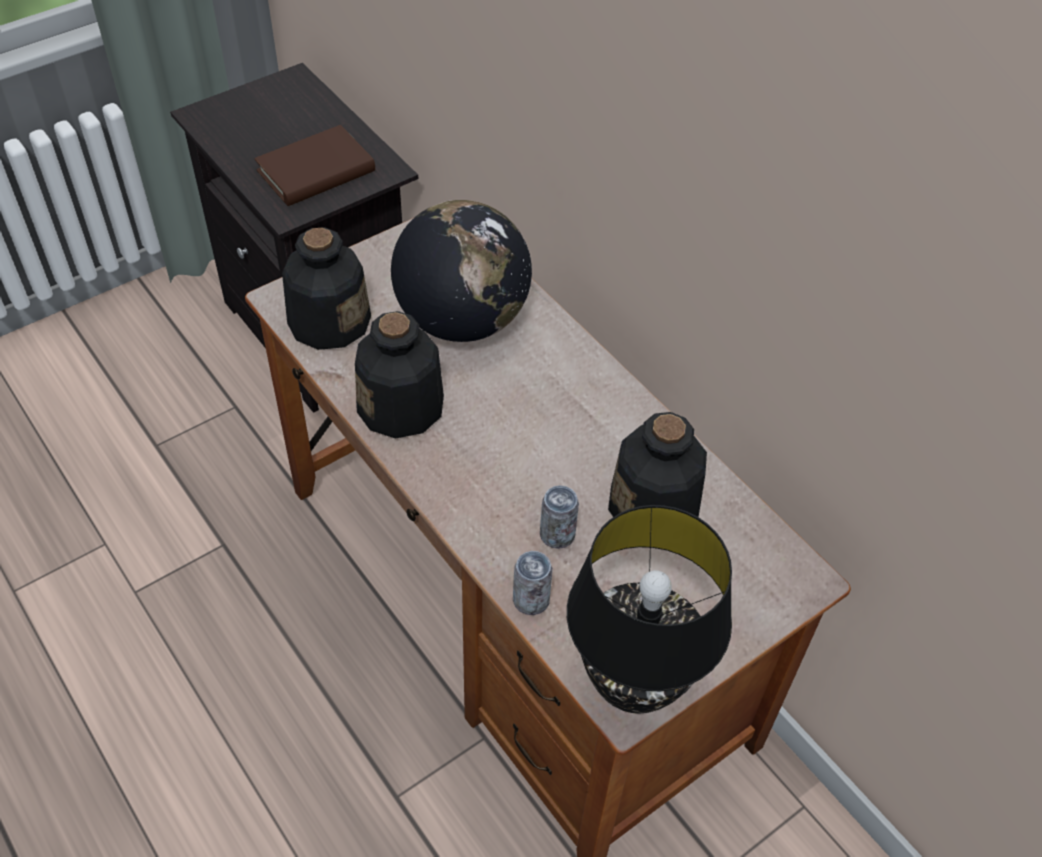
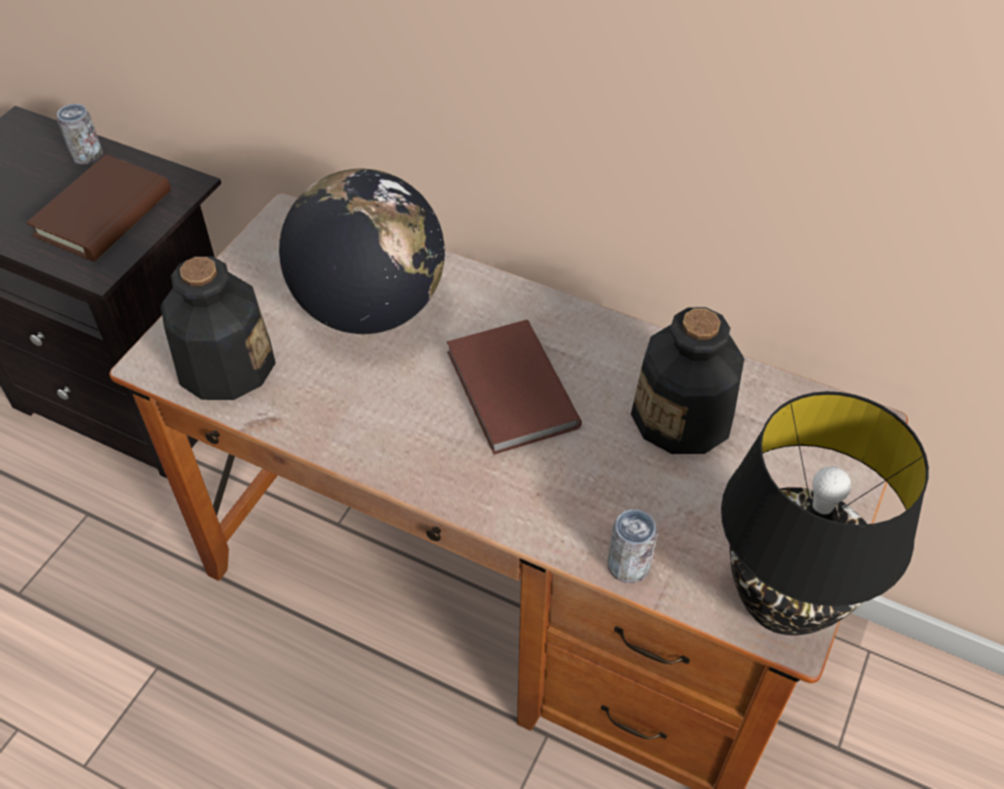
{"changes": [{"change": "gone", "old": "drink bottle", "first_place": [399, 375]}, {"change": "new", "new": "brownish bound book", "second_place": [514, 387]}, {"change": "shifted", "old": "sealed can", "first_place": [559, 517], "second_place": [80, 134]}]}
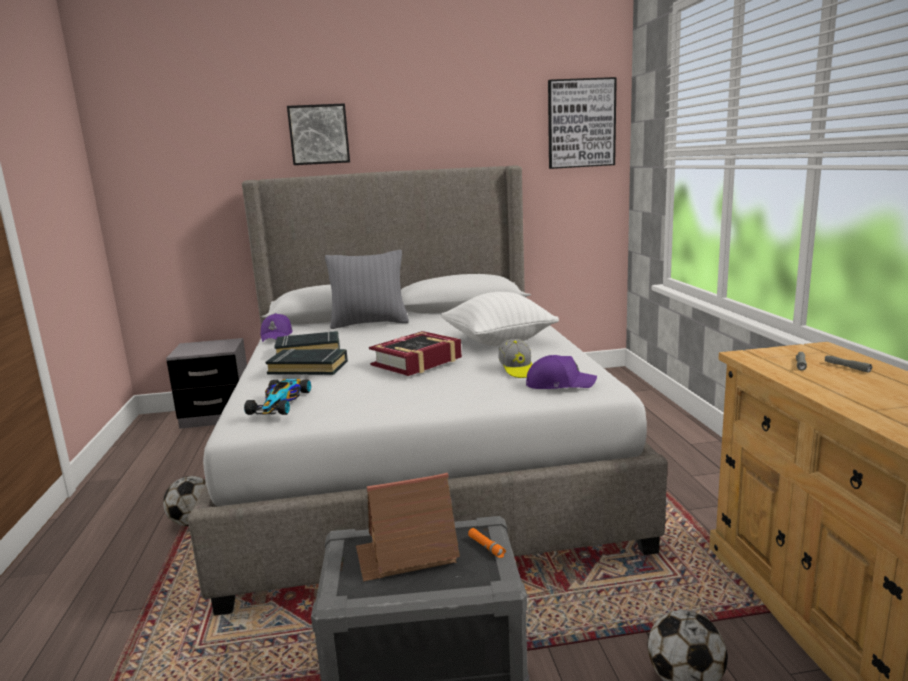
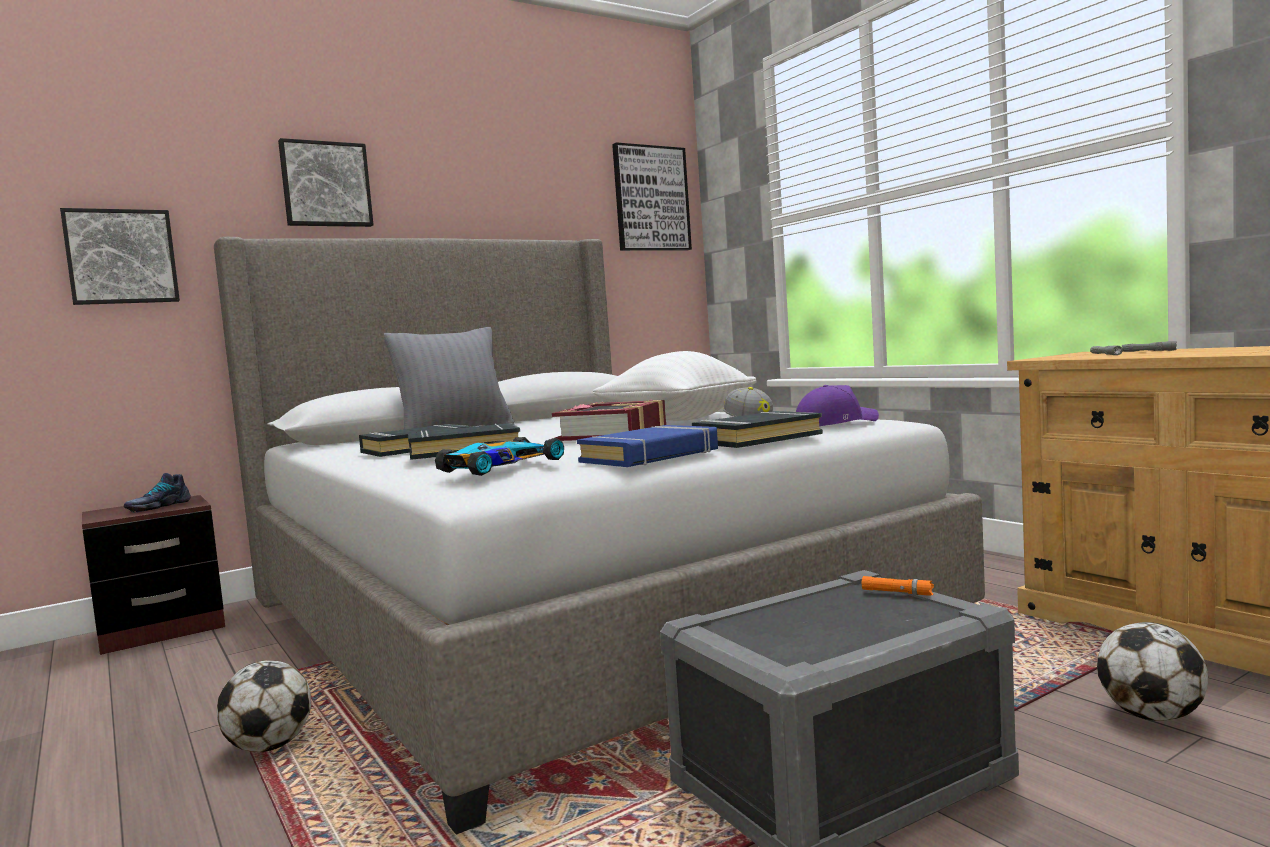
{"changes": [{"change": "gone", "old": "purplish baseball cap", "first_place": [276, 327]}, {"change": "gone", "old": "toy house", "first_place": [408, 527]}, {"change": "new", "new": "picture", "second_place": [120, 256]}, {"change": "new", "new": "item of footwear", "second_place": [157, 493]}, {"change": "new", "new": "blue bound book", "second_place": [647, 446]}, {"change": "new", "new": "black bound book", "second_place": [757, 429]}, {"change": "repainted", "old": "greyish nightstand", "new": "brownish nightstand", "first_place": [206, 383], "second_place": [153, 575]}, {"change": "rotated", "old": "miniature car", "first_place": [277, 397], "second_place": [499, 456], "degrees": -120}]}
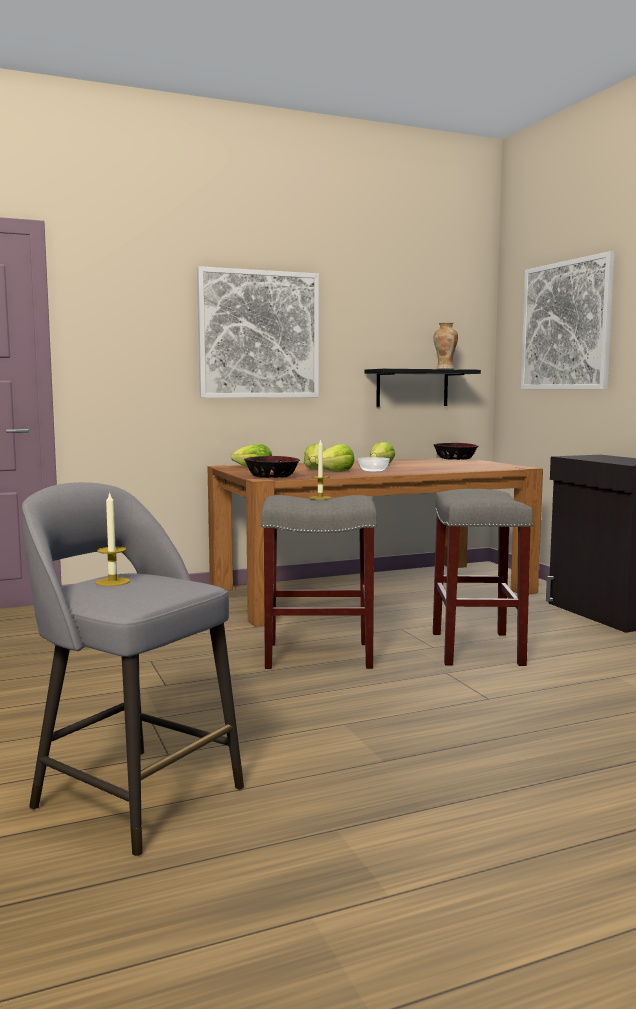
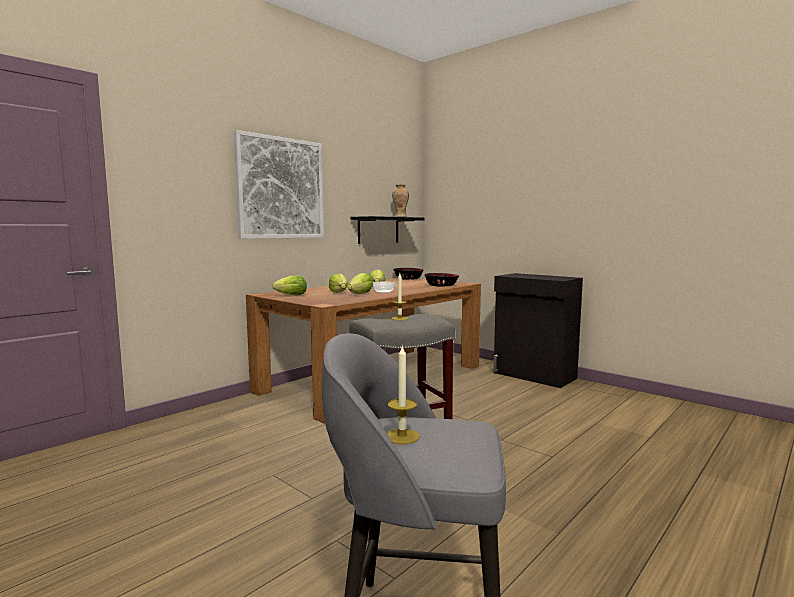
{"changes": [{"change": "gone", "old": "greyish stool", "first_place": [483, 577]}, {"change": "gone", "old": "picture", "first_place": [568, 320]}, {"change": "shifted", "old": "bowl", "first_place": [272, 467], "second_place": [441, 280]}]}
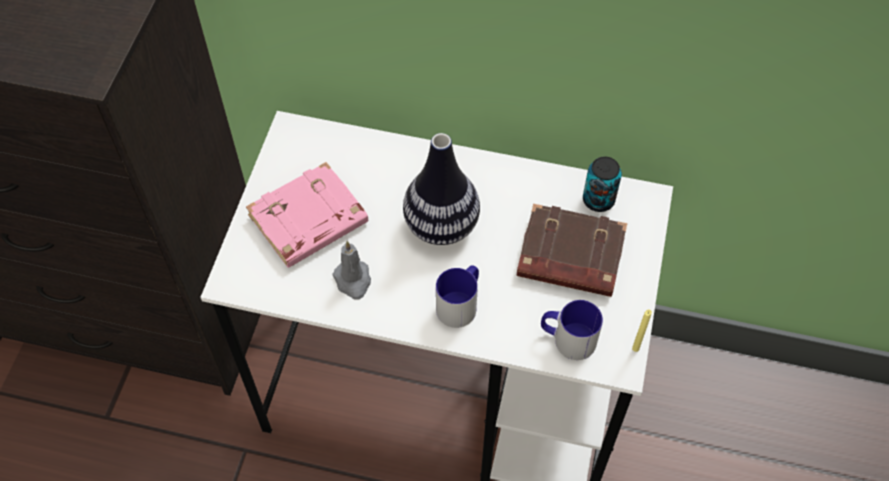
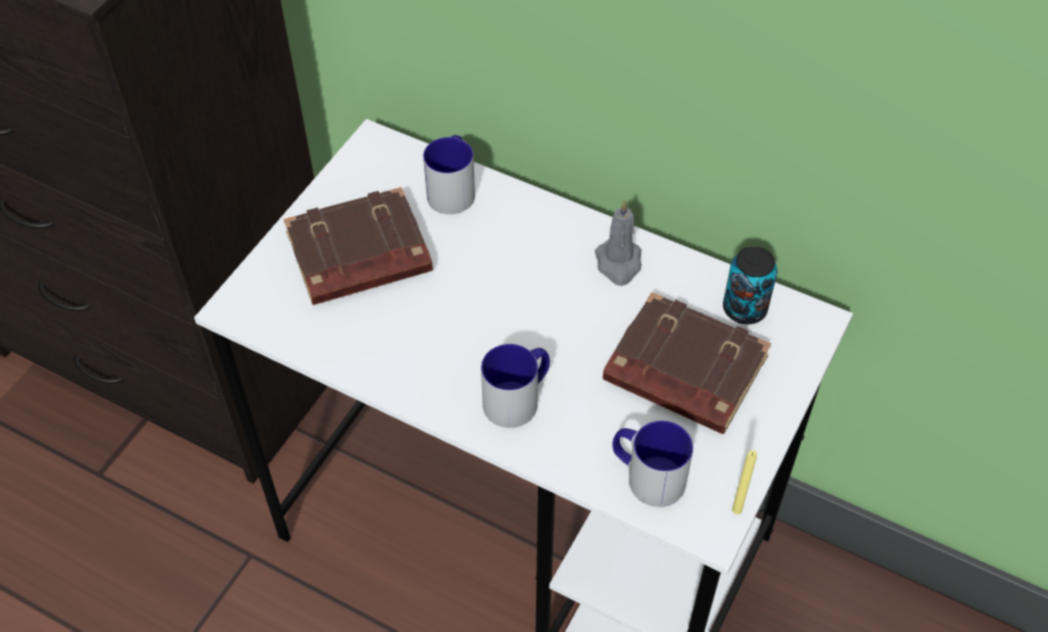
{"changes": [{"change": "gone", "old": "decorative vase", "first_place": [441, 189]}, {"change": "new", "new": "mug", "second_place": [449, 174]}, {"change": "shifted", "old": "greyish wax candle", "first_place": [351, 270], "second_place": [618, 243]}, {"change": "repainted", "old": "pink-coloured bound book", "new": "brownish bound book", "first_place": [307, 215], "second_place": [358, 246]}]}
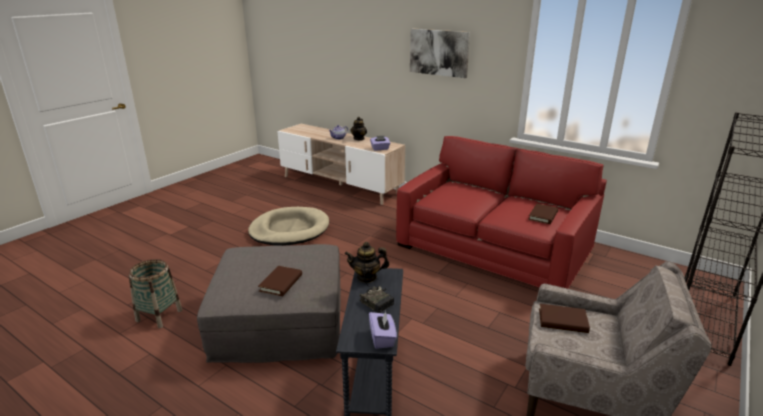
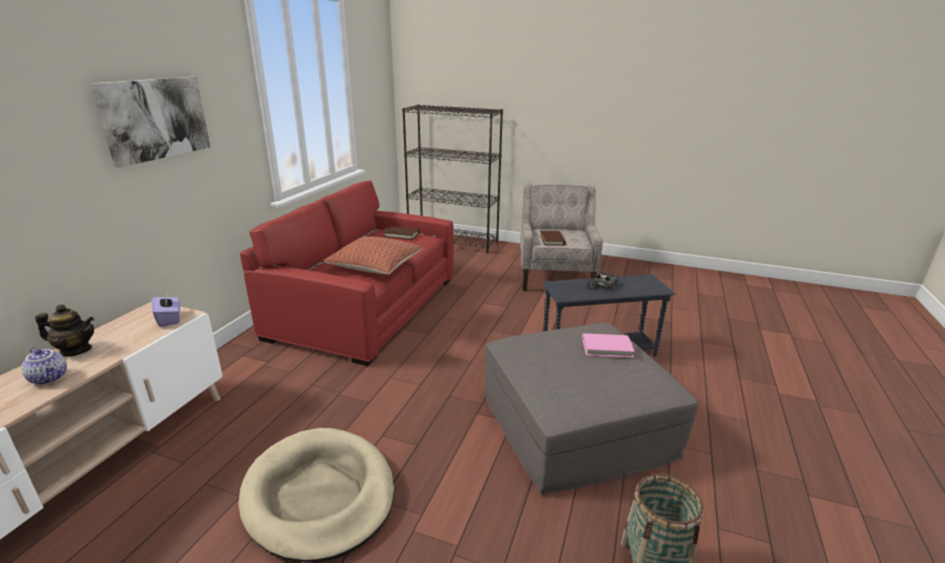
{"changes": [{"change": "gone", "old": "pot for tea", "first_place": [367, 262]}, {"change": "gone", "old": "purplish tissue holder", "first_place": [383, 330]}, {"change": "new", "new": "pillow", "second_place": [373, 255]}, {"change": "repainted", "old": "brownish bound book", "new": "pink-coloured bound book", "first_place": [280, 281], "second_place": [608, 345]}]}
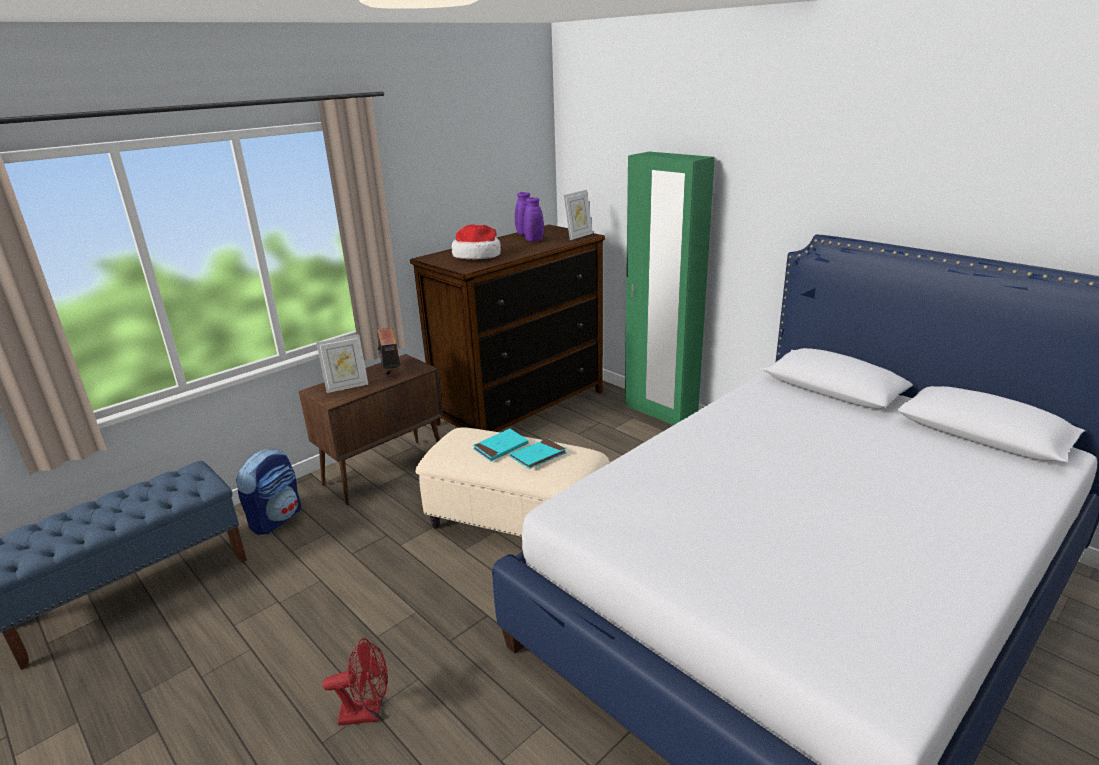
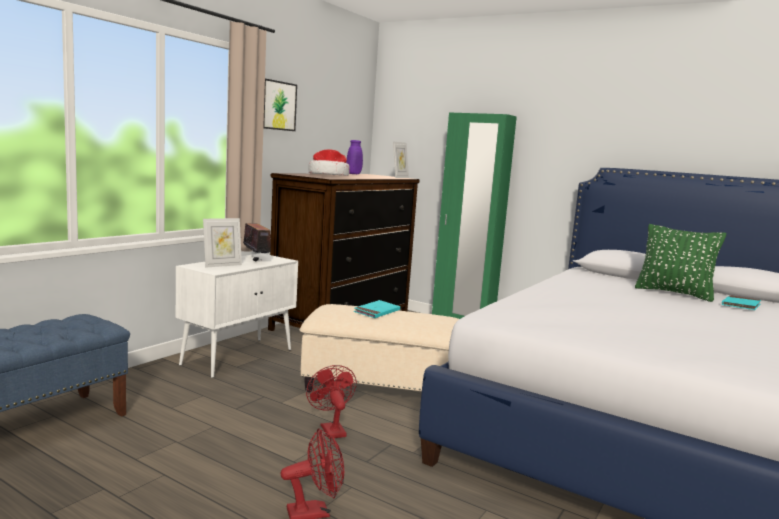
{"changes": [{"change": "gone", "old": "knapsack", "first_place": [268, 492]}, {"change": "gone", "old": "purplish decorative vase", "first_place": [533, 219]}, {"change": "new", "new": "picture", "second_place": [280, 105]}, {"change": "new", "new": "red-coloured cooling fan", "second_place": [331, 402]}, {"change": "new", "new": "greenish pillow", "second_place": [680, 263]}, {"change": "shifted", "old": "turquoise-coloured bound book", "first_place": [538, 453], "second_place": [741, 302]}, {"change": "repainted", "old": "brownish storage cabinet", "new": "white storage cabinet", "first_place": [371, 429], "second_place": [237, 315]}]}
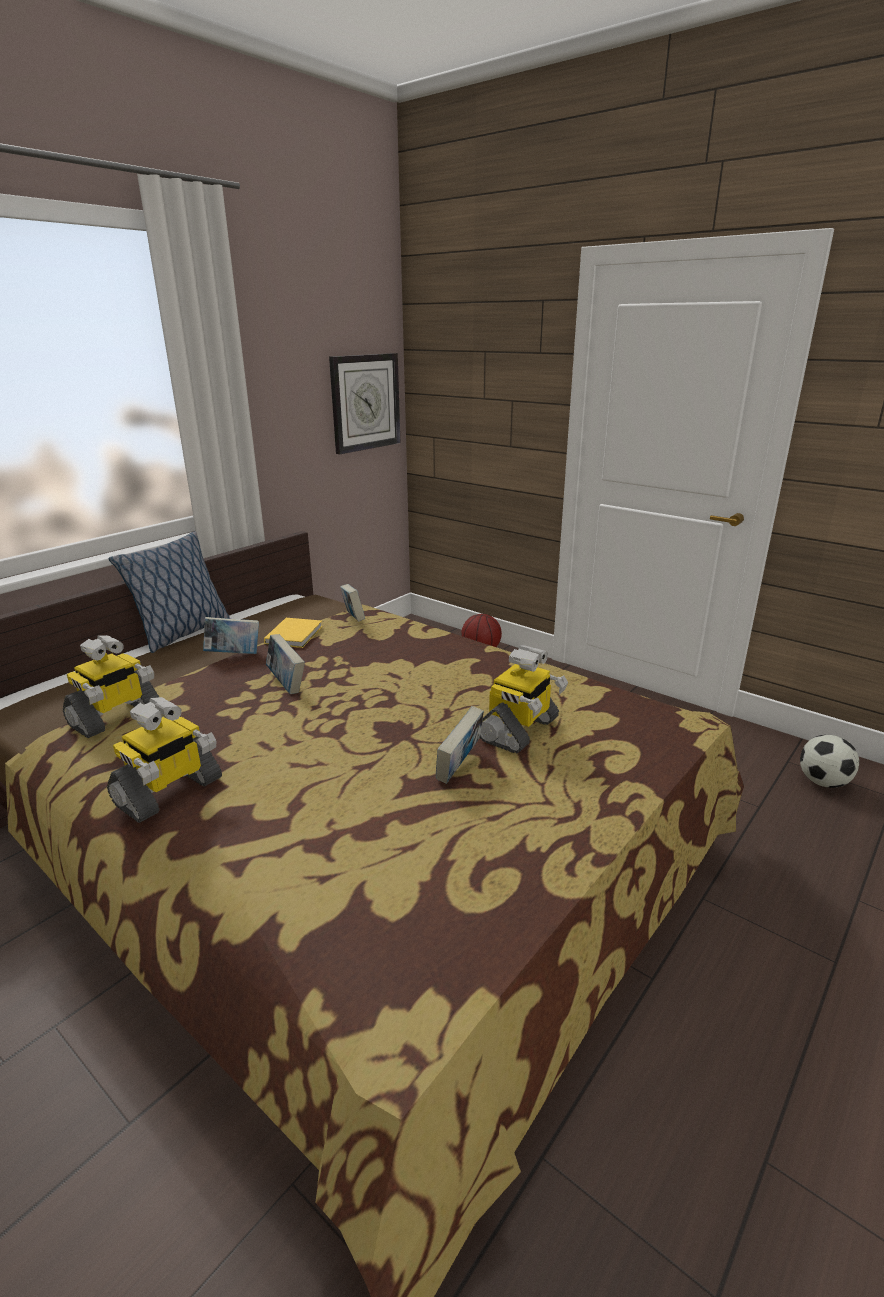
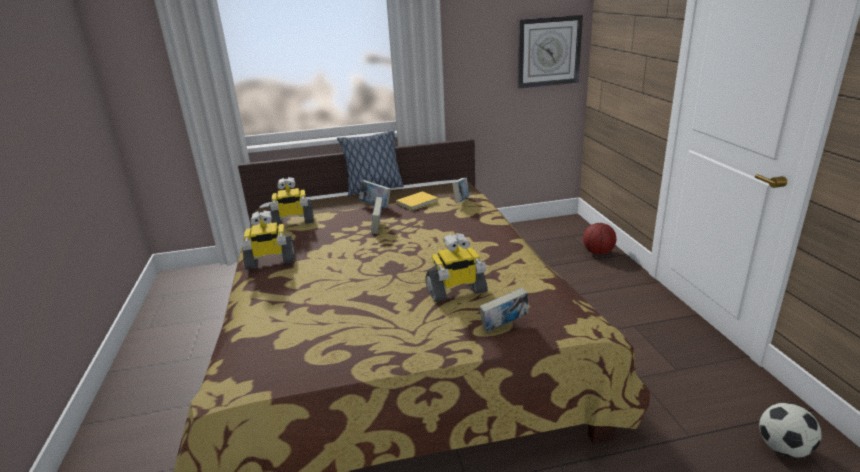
{"changes": [{"change": "shifted", "old": "bound book", "first_place": [460, 745], "second_place": [504, 309]}]}
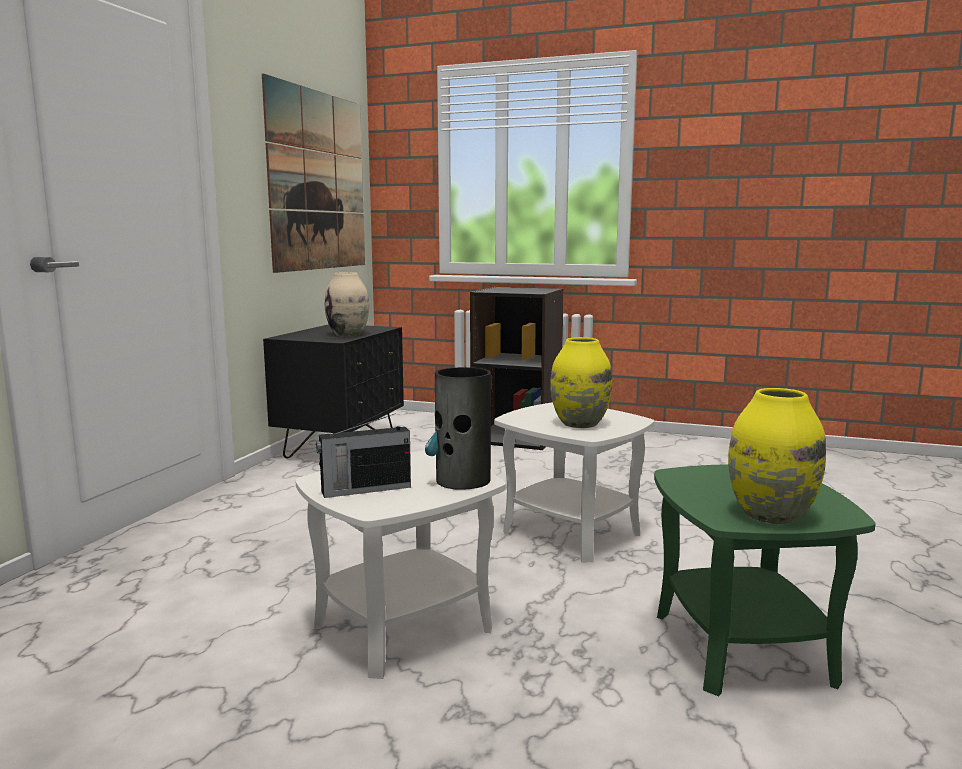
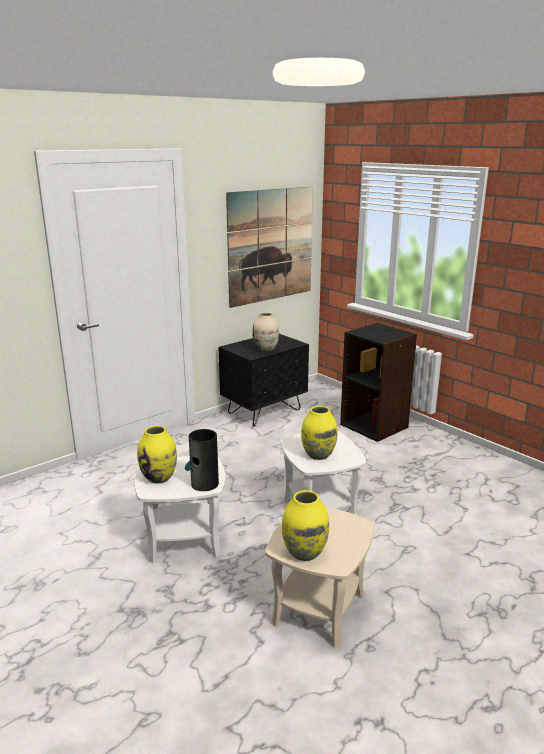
{"changes": [{"change": "swapped", "old": "radio receiver", "new": "yellowish decorative vase", "first_place": [363, 455], "second_place": [157, 455]}, {"change": "repainted", "old": "greenish end table", "new": "sand-coloured end table", "first_place": [764, 580], "second_place": [320, 577]}]}
